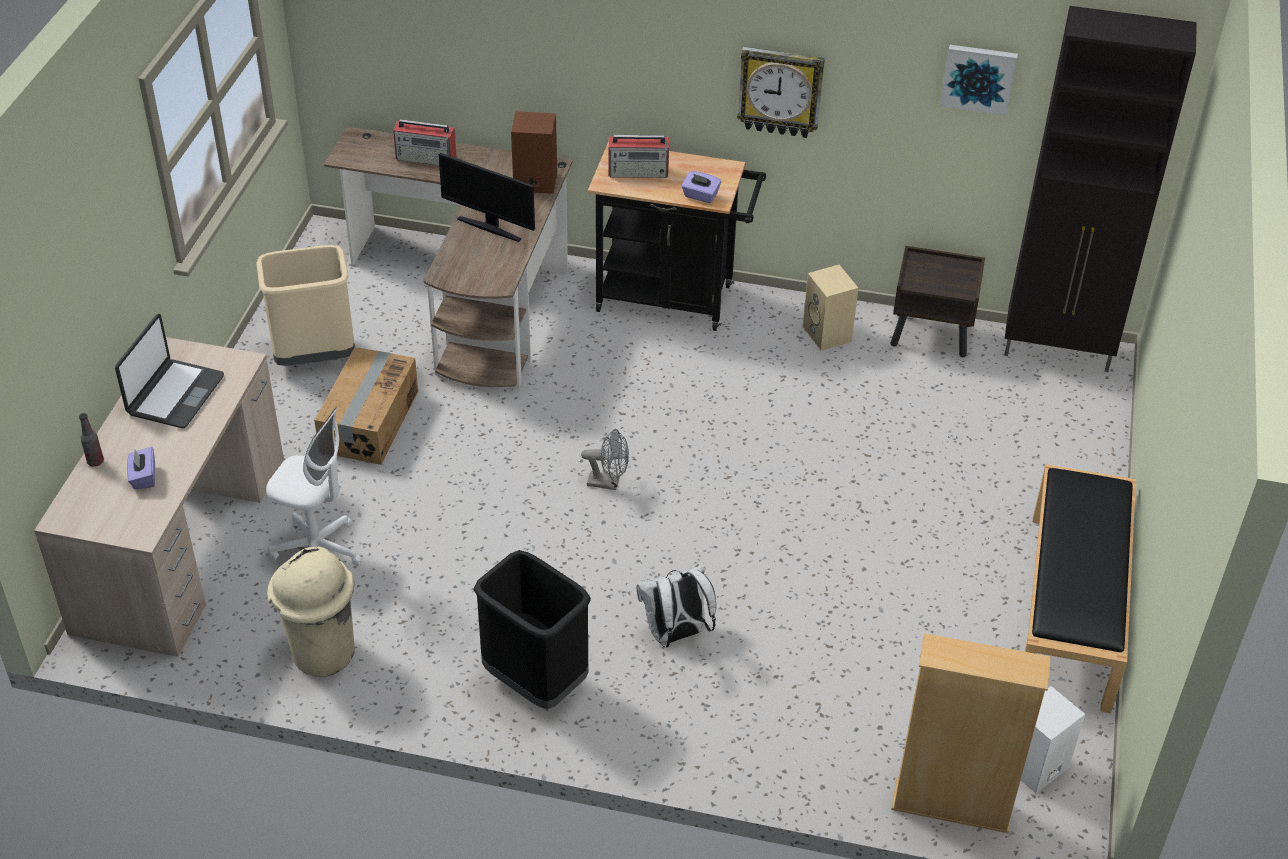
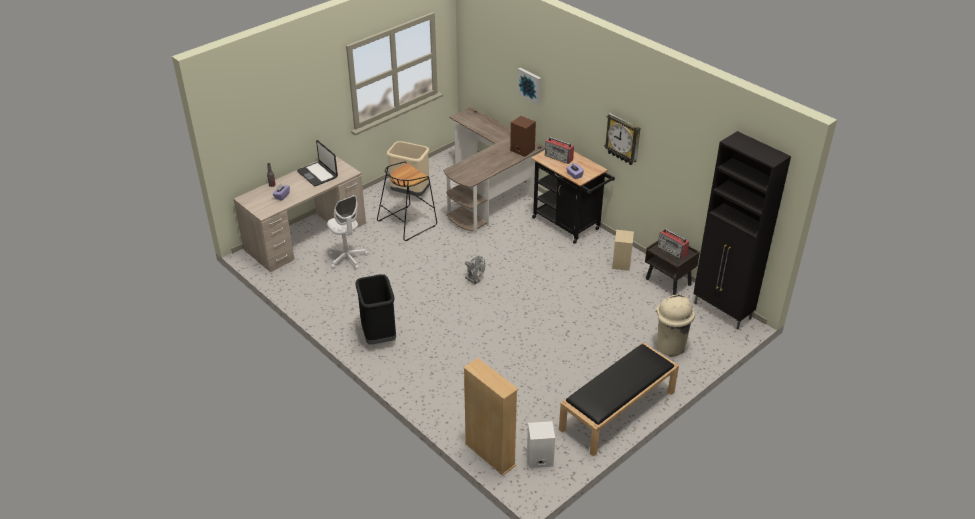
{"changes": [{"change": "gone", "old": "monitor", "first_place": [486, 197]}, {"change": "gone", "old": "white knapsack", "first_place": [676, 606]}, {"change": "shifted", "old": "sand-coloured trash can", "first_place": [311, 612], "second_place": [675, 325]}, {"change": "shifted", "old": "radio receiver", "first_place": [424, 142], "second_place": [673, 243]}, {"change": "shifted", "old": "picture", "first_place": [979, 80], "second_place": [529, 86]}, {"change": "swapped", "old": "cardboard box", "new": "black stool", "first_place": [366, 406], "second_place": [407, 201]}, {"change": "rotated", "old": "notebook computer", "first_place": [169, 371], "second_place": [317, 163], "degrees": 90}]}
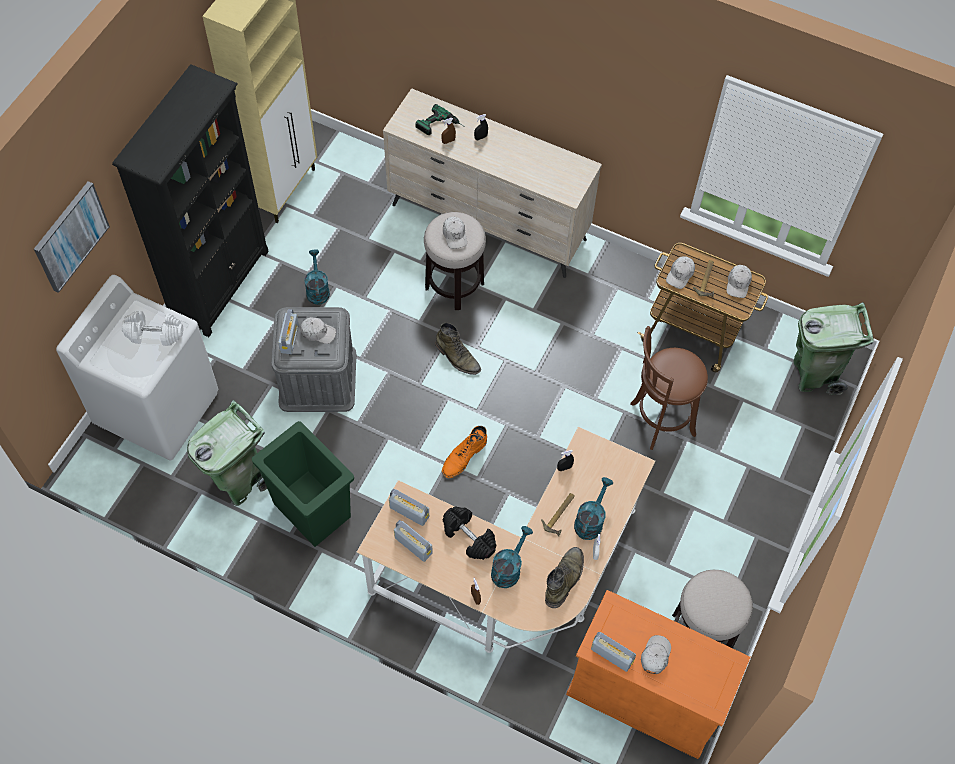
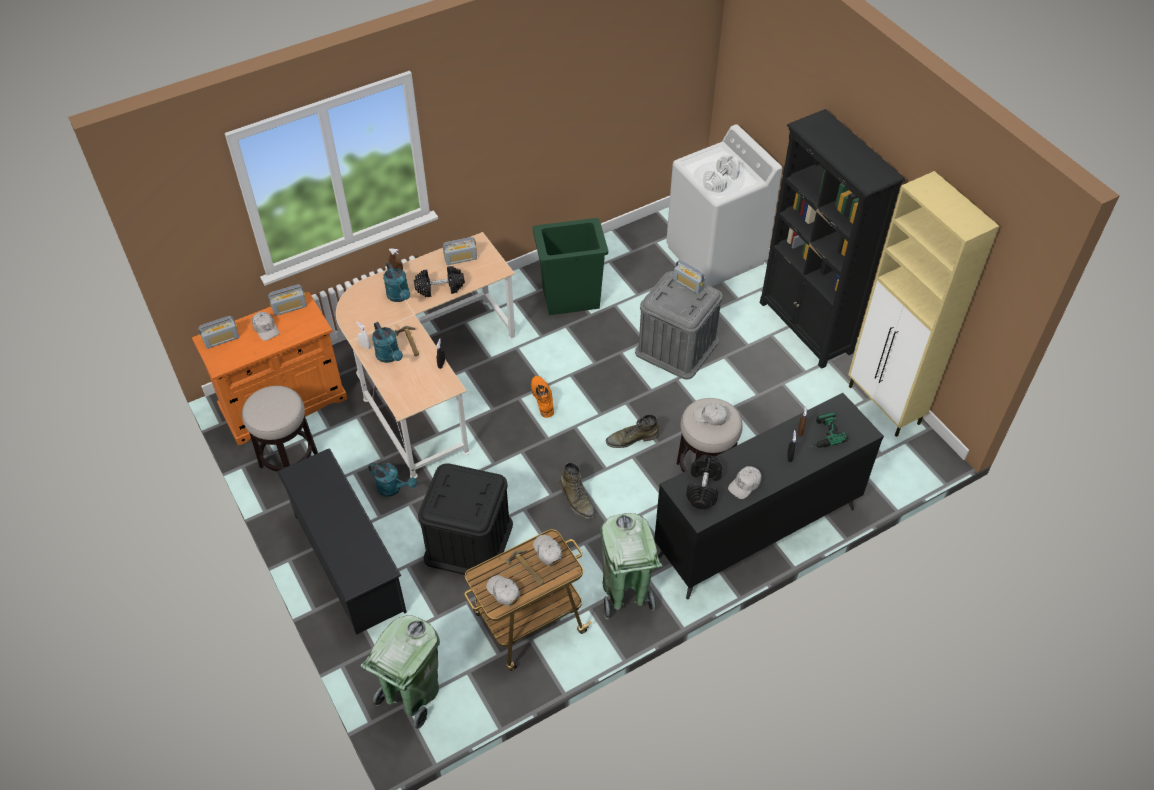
{"changes": [{"change": "gone", "old": "picture", "first_place": [72, 237]}, {"change": "new", "new": "black shoe shelf", "second_place": [342, 541]}, {"change": "new", "new": "black free weight", "second_place": [704, 481]}, {"change": "shifted", "old": "greenish trash can", "first_place": [227, 453], "second_place": [631, 566]}, {"change": "shifted", "old": "white baseball cap", "first_place": [318, 330], "second_place": [744, 482]}, {"change": "shifted", "old": "turquoise-coloured sprinkling can", "first_place": [317, 277], "second_place": [392, 480]}, {"change": "shifted", "old": "radio receiver", "first_place": [409, 507], "second_place": [218, 332]}, {"change": "shifted", "old": "greenish boot", "first_place": [564, 577], "second_place": [577, 490]}, {"change": "swapped", "old": "brownish stool", "new": "black storage container", "first_place": [669, 388], "second_place": [465, 519]}, {"change": "repainted", "old": "sand-coloured dresser", "new": "black dresser", "first_place": [492, 183], "second_place": [769, 496]}]}
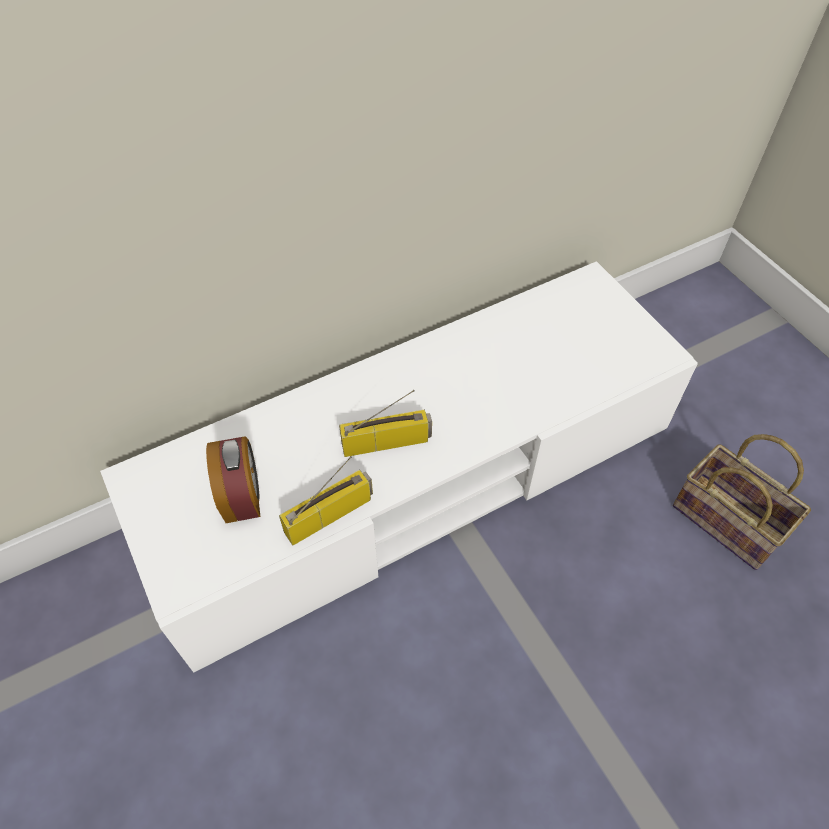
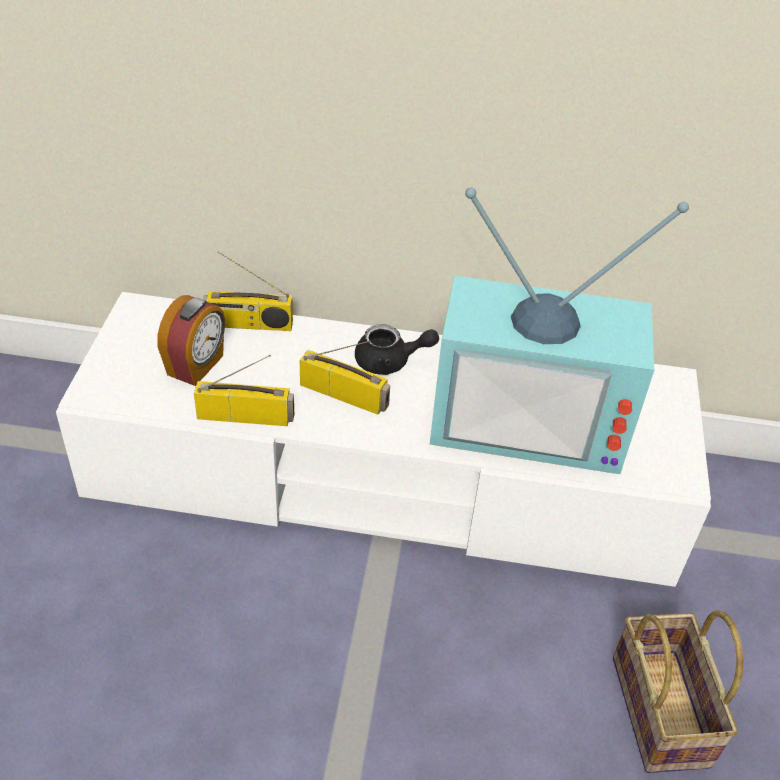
{"changes": [{"change": "new", "new": "radio receiver", "second_place": [248, 291]}, {"change": "new", "new": "black pot for tea", "second_place": [397, 349]}, {"change": "new", "new": "television", "second_place": [559, 330]}]}
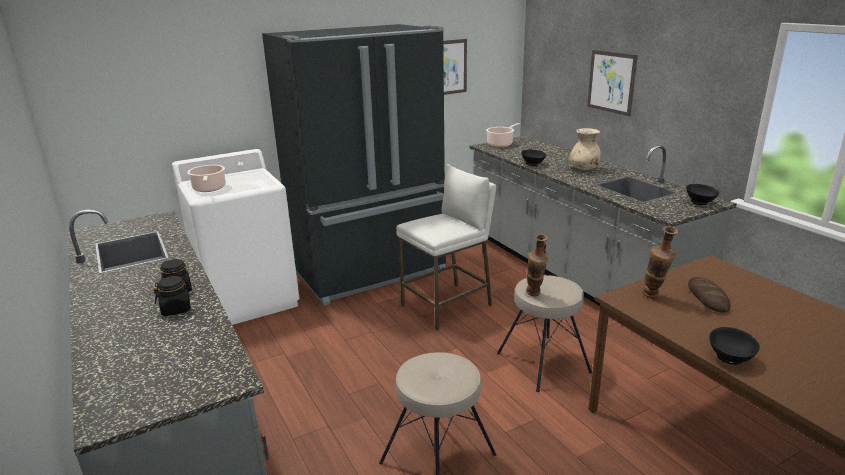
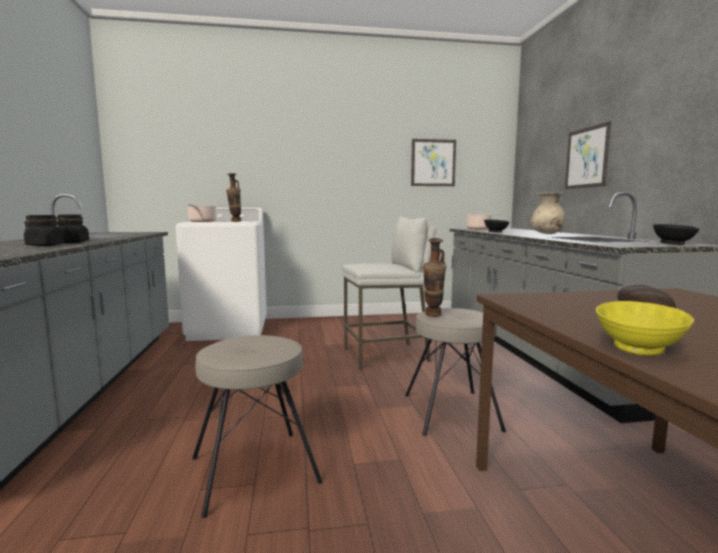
{"changes": [{"change": "gone", "old": "black fridge", "first_place": [354, 165]}, {"change": "shifted", "old": "decorative vase", "first_place": [660, 262], "second_place": [233, 197]}, {"change": "repainted", "old": "black bowl", "new": "yellowish bowl", "first_place": [734, 346], "second_place": [645, 328]}]}
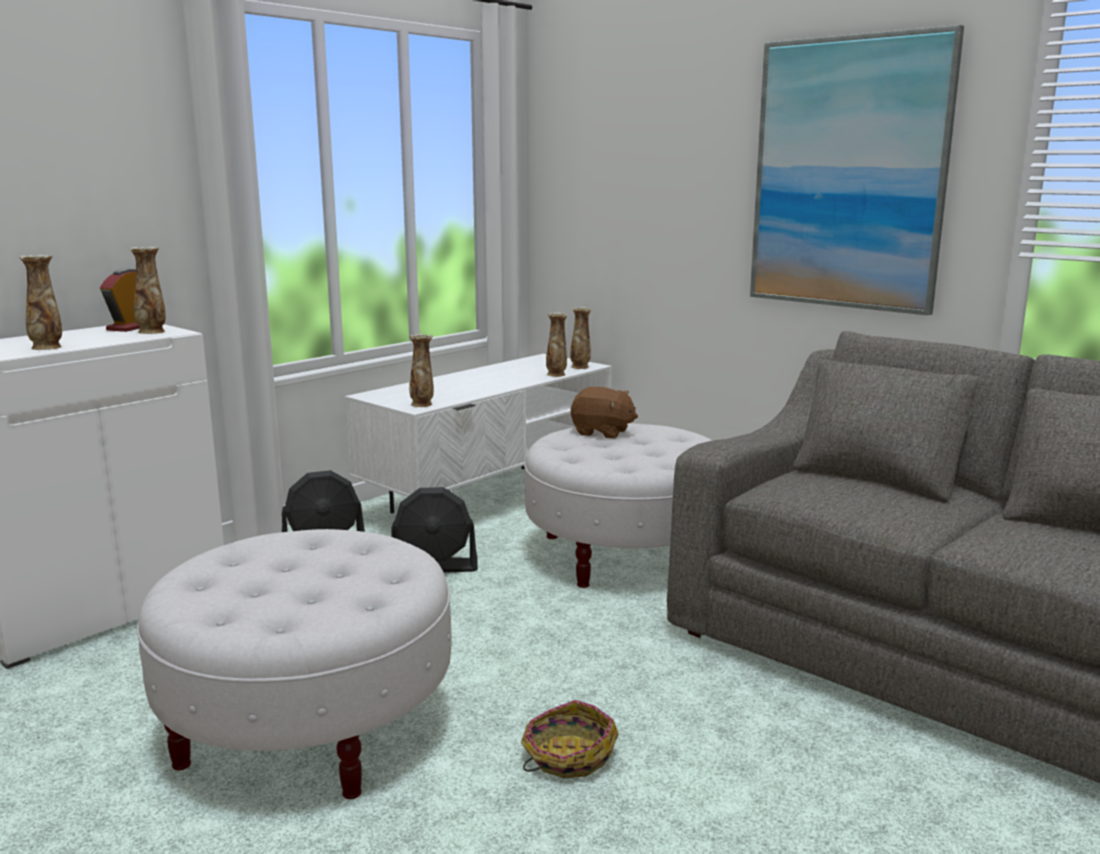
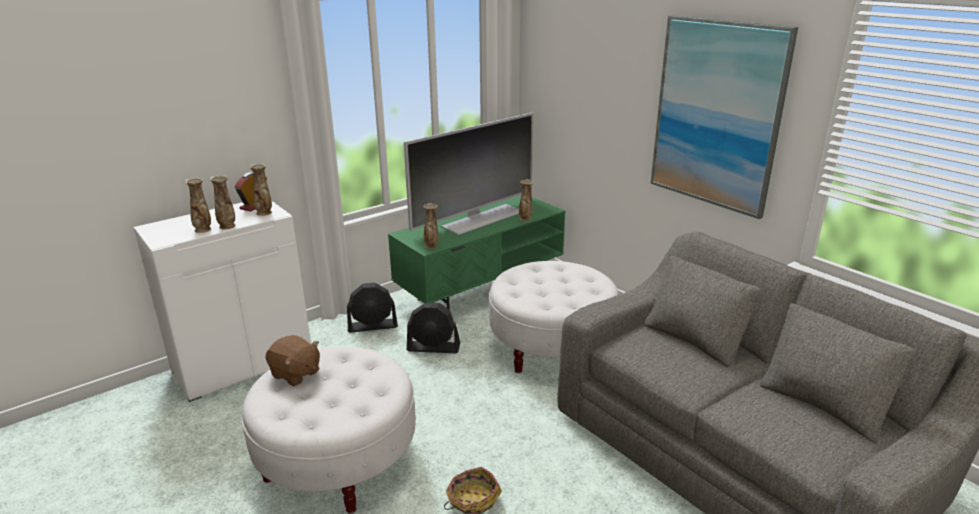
{"changes": [{"change": "new", "new": "television", "second_place": [468, 173]}, {"change": "shifted", "old": "decorative vase", "first_place": [581, 338], "second_place": [222, 202]}, {"change": "shifted", "old": "brownish plush toy", "first_place": [604, 413], "second_place": [293, 360]}, {"change": "repainted", "old": "white media console", "new": "greenish media console", "first_place": [478, 433], "second_place": [476, 253]}]}
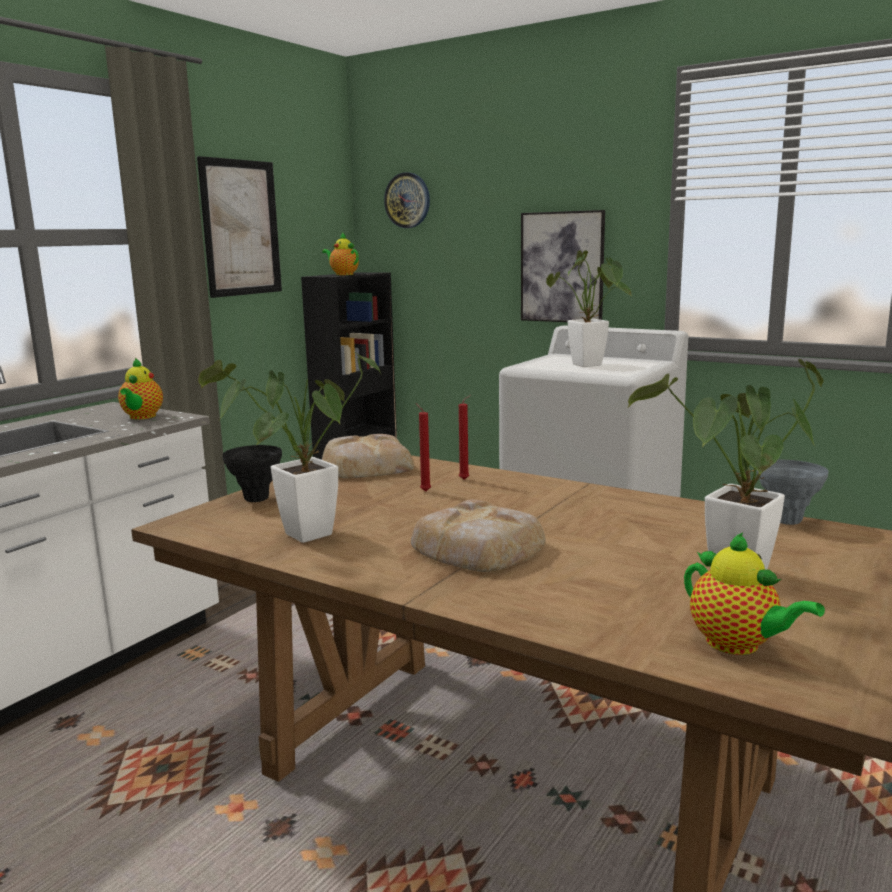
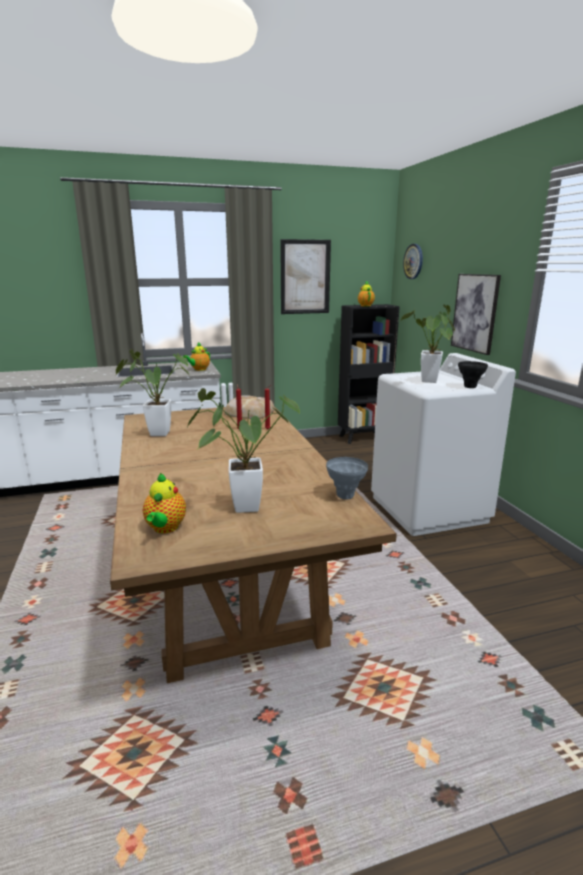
{"changes": [{"change": "gone", "old": "bread", "first_place": [478, 535]}, {"change": "shifted", "old": "black decorative vase", "first_place": [252, 473], "second_place": [473, 374]}]}
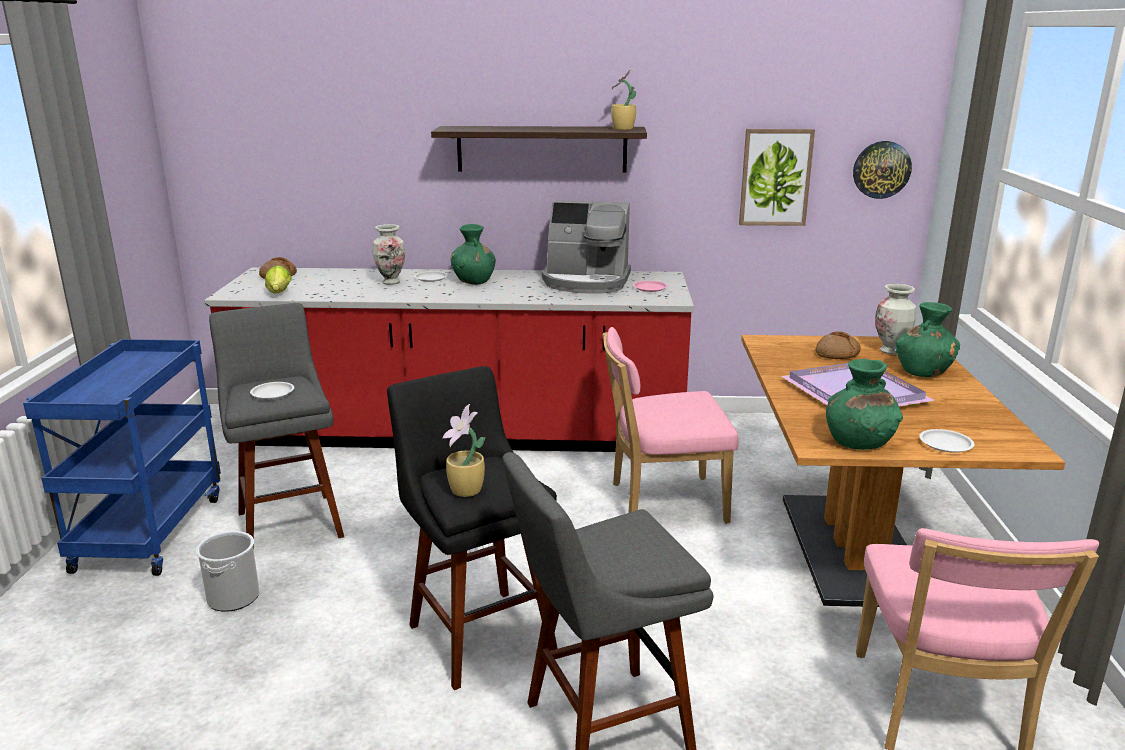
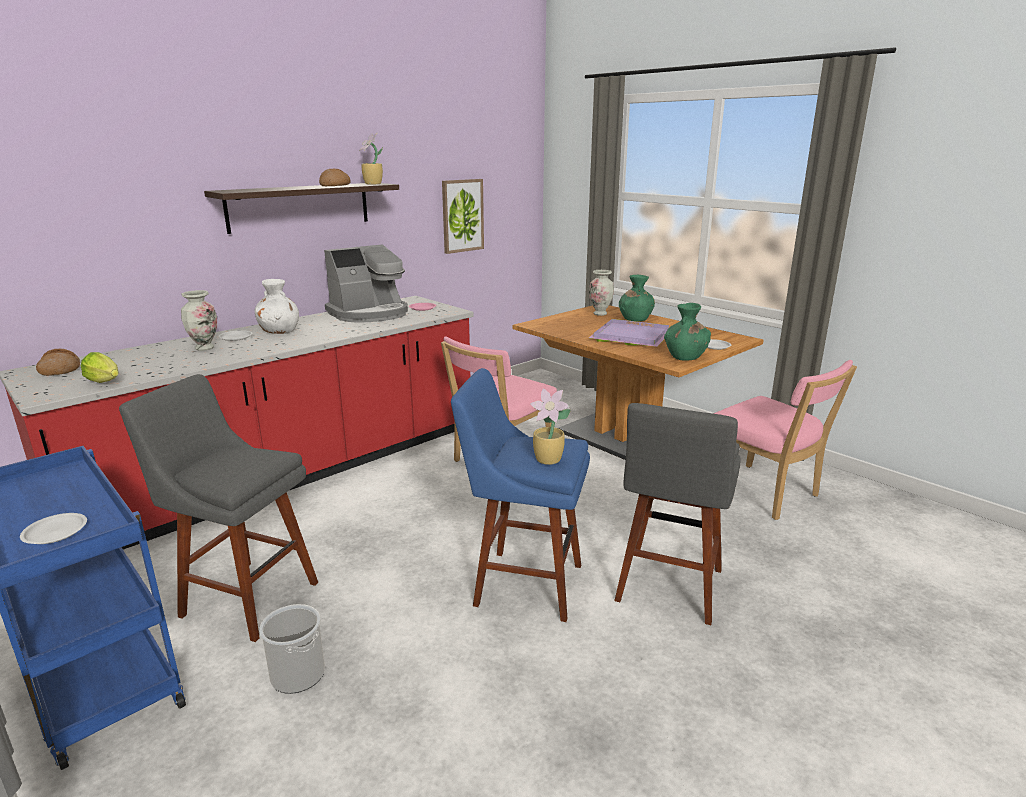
{"changes": [{"change": "gone", "old": "hanging clock", "first_place": [882, 170]}, {"change": "shifted", "old": "white flat dish", "first_place": [272, 390], "second_place": [53, 528]}, {"change": "shifted", "old": "bread", "first_place": [838, 345], "second_place": [335, 177]}, {"change": "repainted", "old": "black stool", "new": "blue stool", "first_place": [472, 528], "second_place": [520, 495]}, {"change": "repainted", "old": "greenish decorative vase", "new": "white decorative vase", "first_place": [473, 254], "second_place": [277, 306]}]}
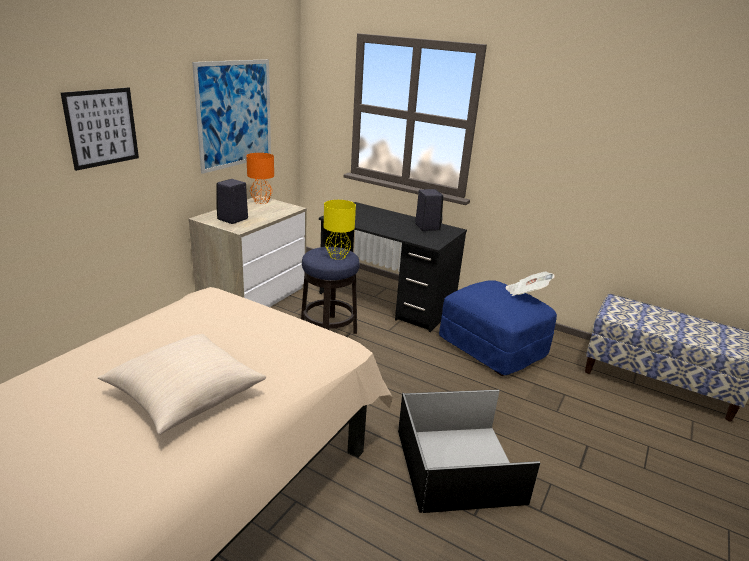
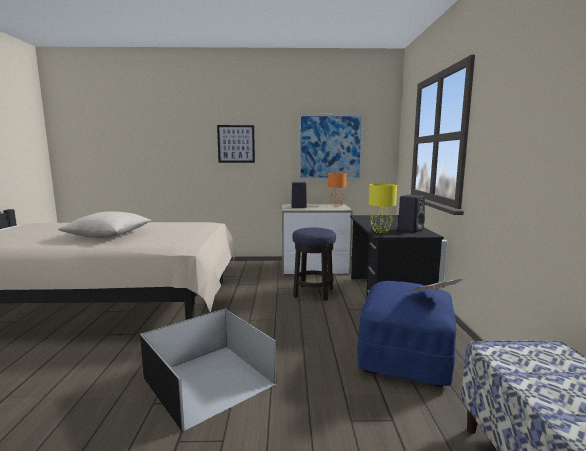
{"changes": [{"change": "shifted", "old": "yellowish table lamp", "first_place": [340, 230], "second_place": [383, 208]}]}
